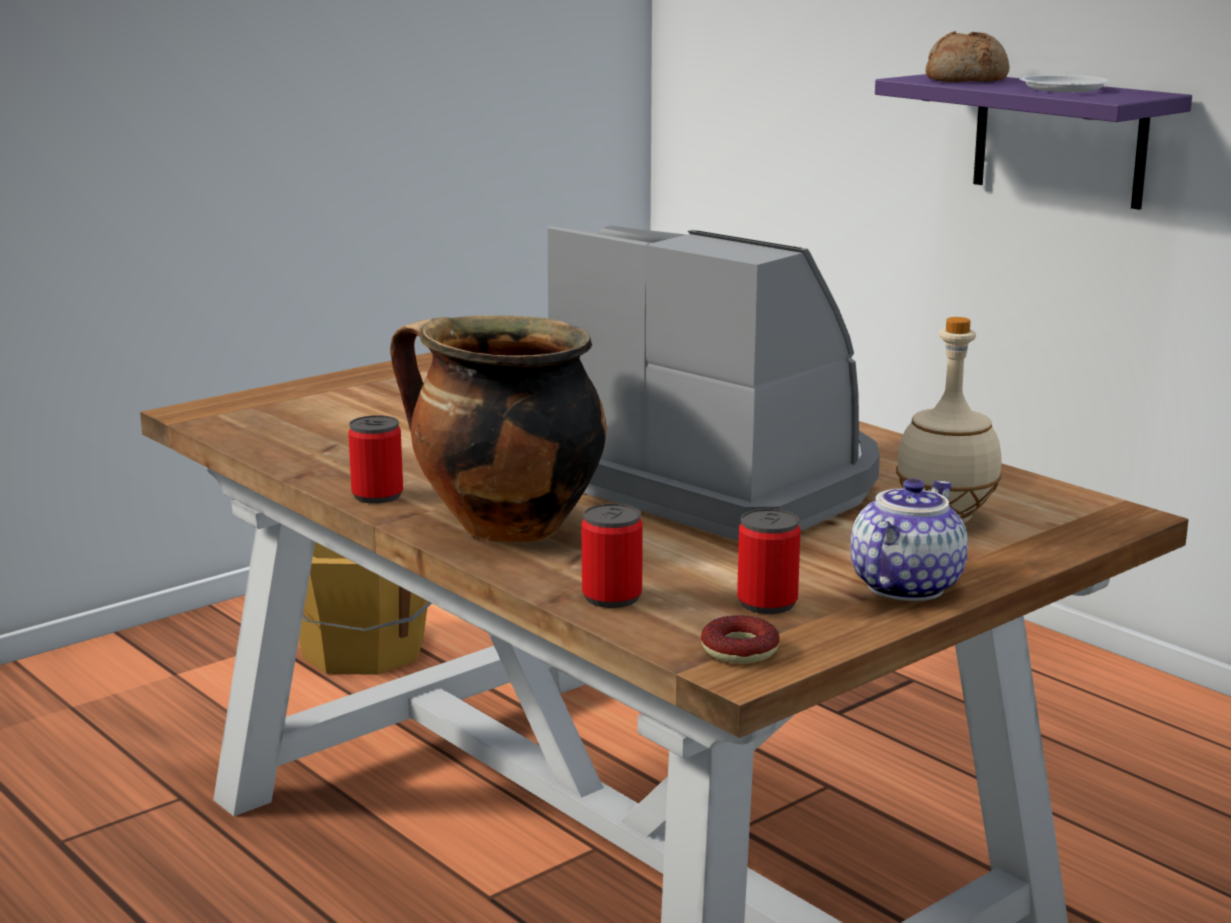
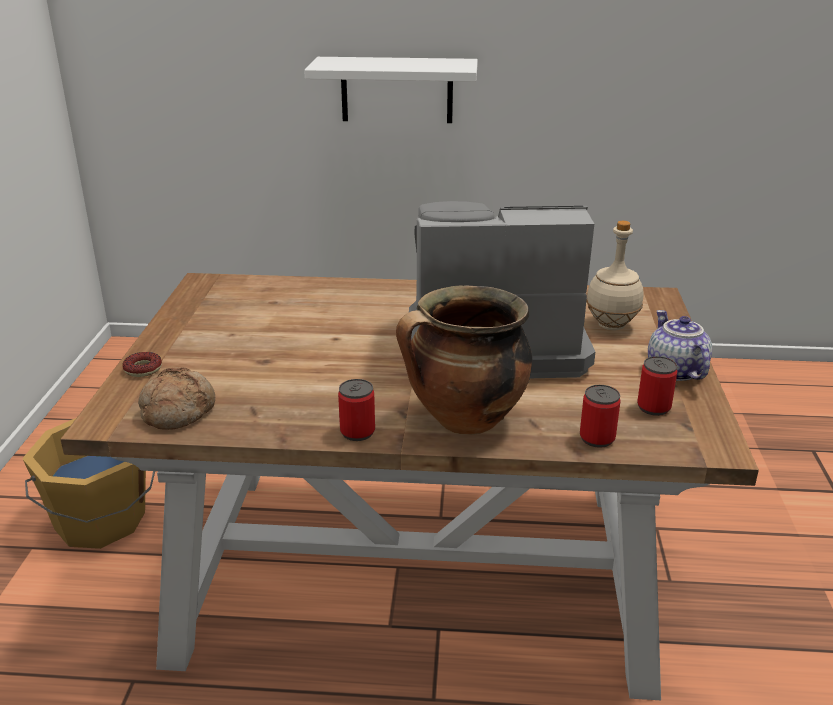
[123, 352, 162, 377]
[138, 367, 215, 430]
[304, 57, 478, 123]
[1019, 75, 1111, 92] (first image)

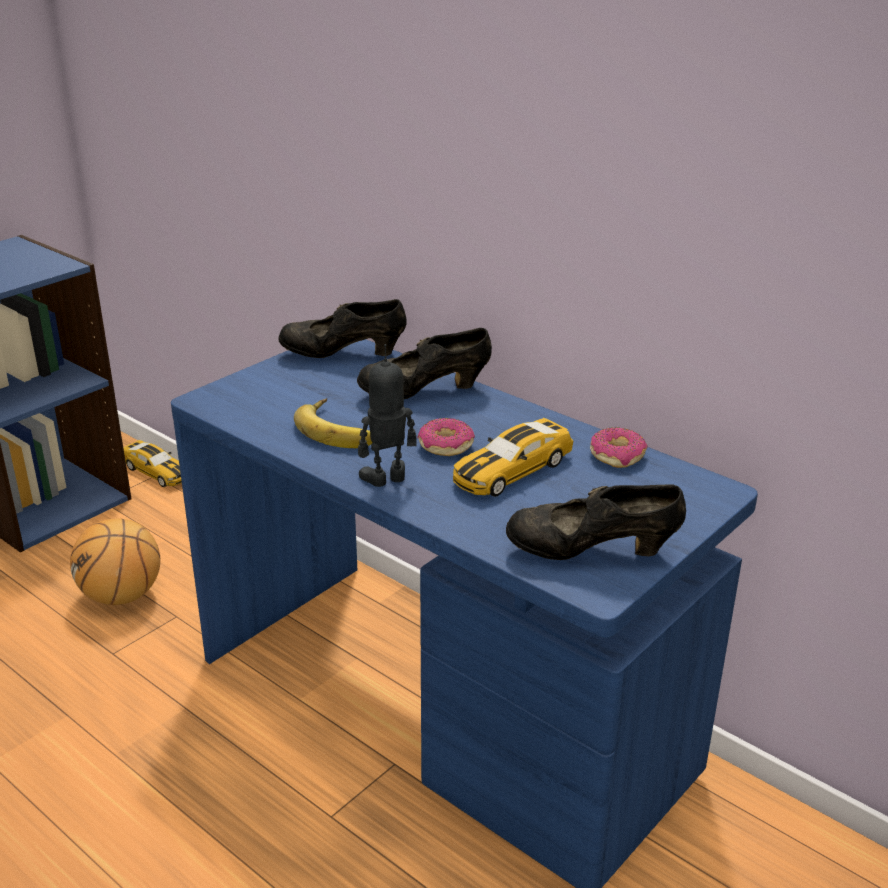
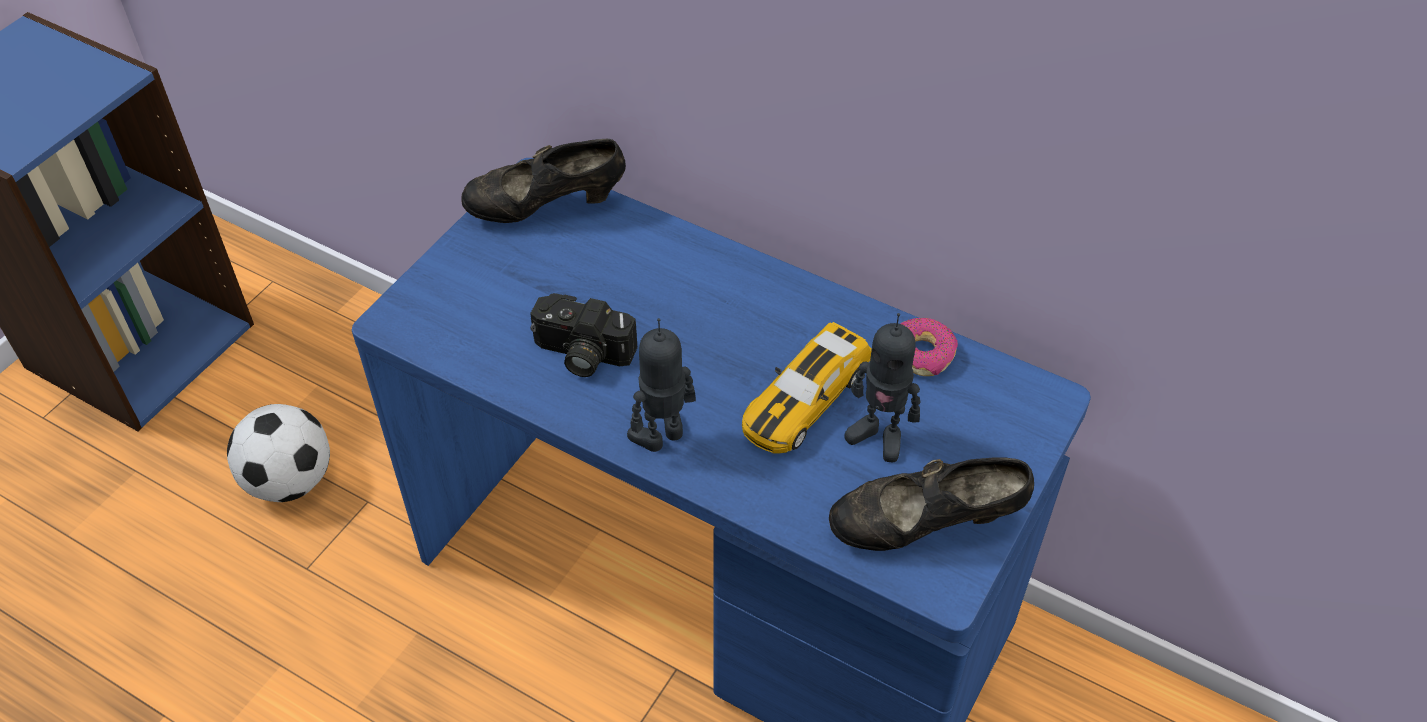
[227, 404, 330, 502]
[530, 293, 638, 377]
[844, 313, 921, 462]
[123, 440, 182, 487] (first image)
[357, 328, 492, 399] (first image)
[417, 418, 475, 456] (first image)

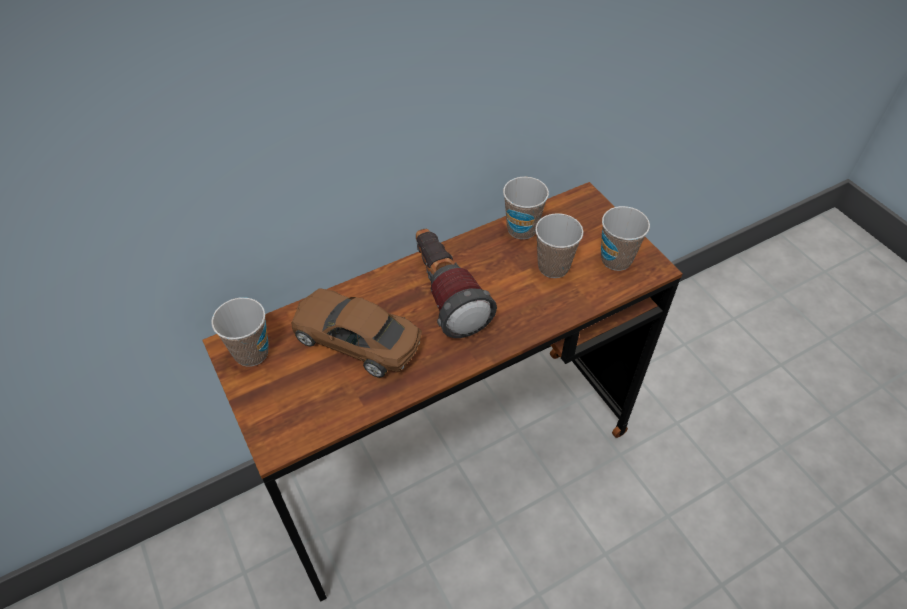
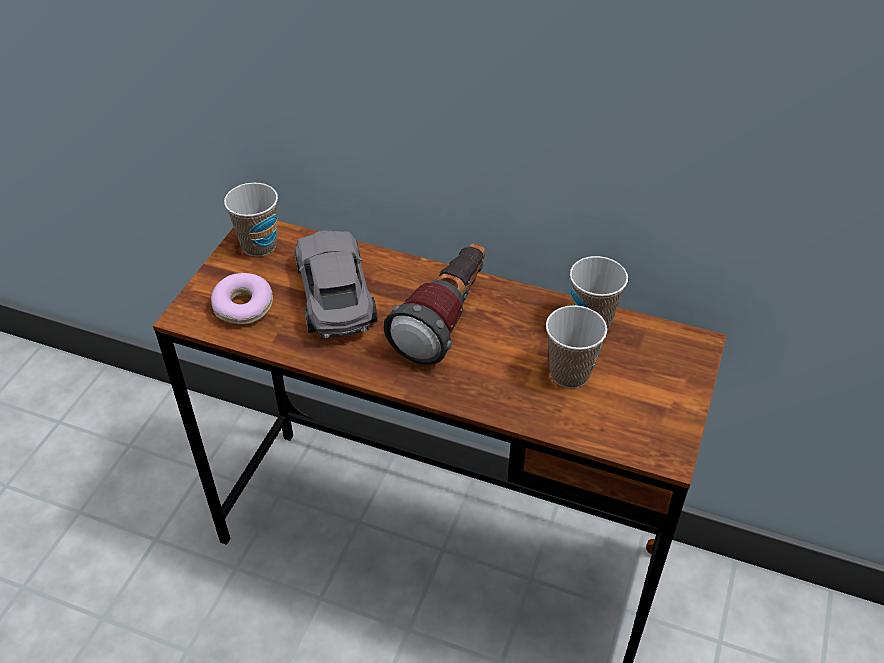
[211, 273, 273, 325]
[294, 230, 378, 338]
[601, 206, 650, 271] (first image)

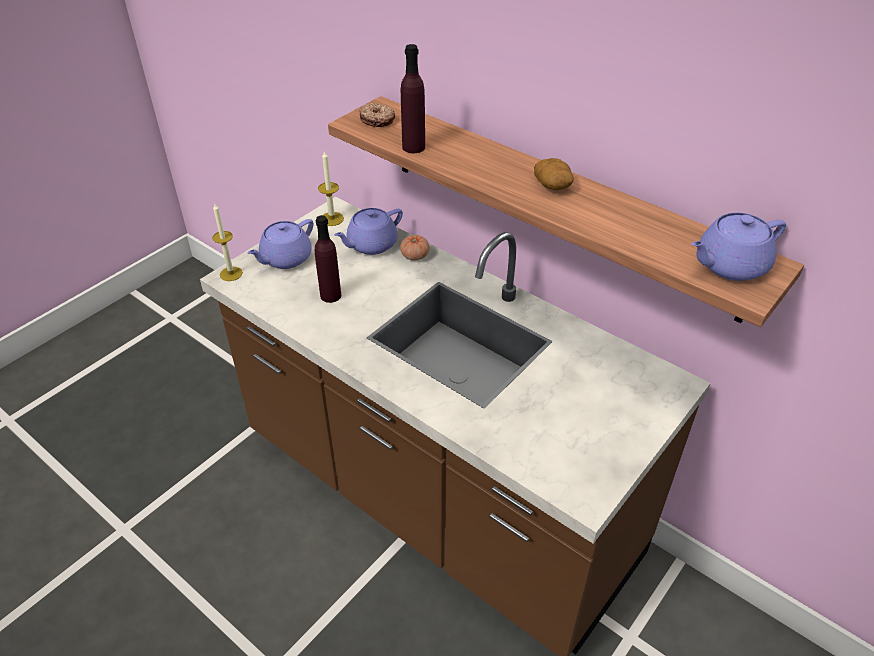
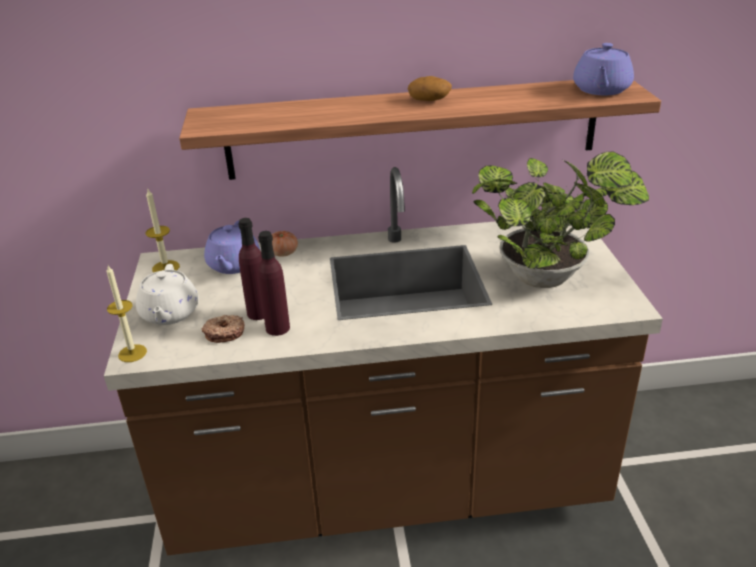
[136, 264, 199, 325]
[202, 314, 244, 343]
[258, 231, 290, 336]
[472, 151, 649, 288]

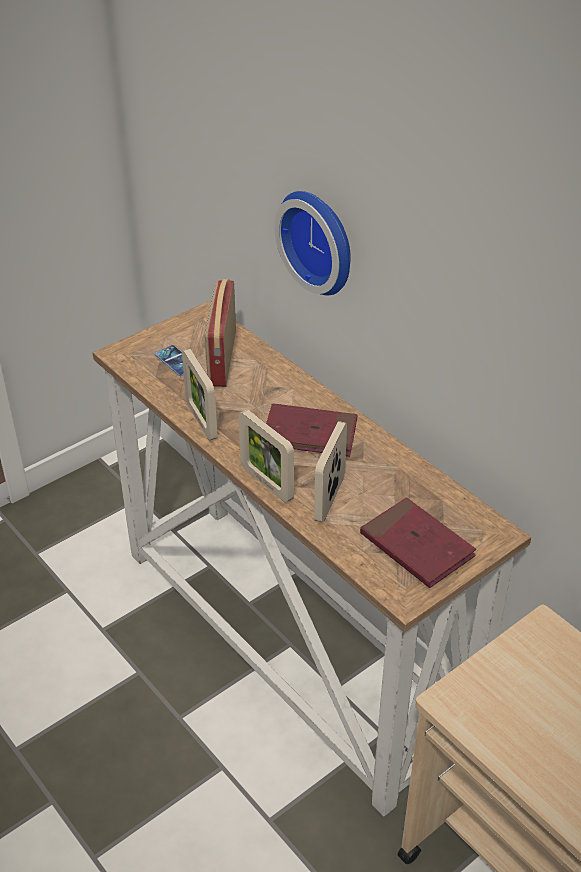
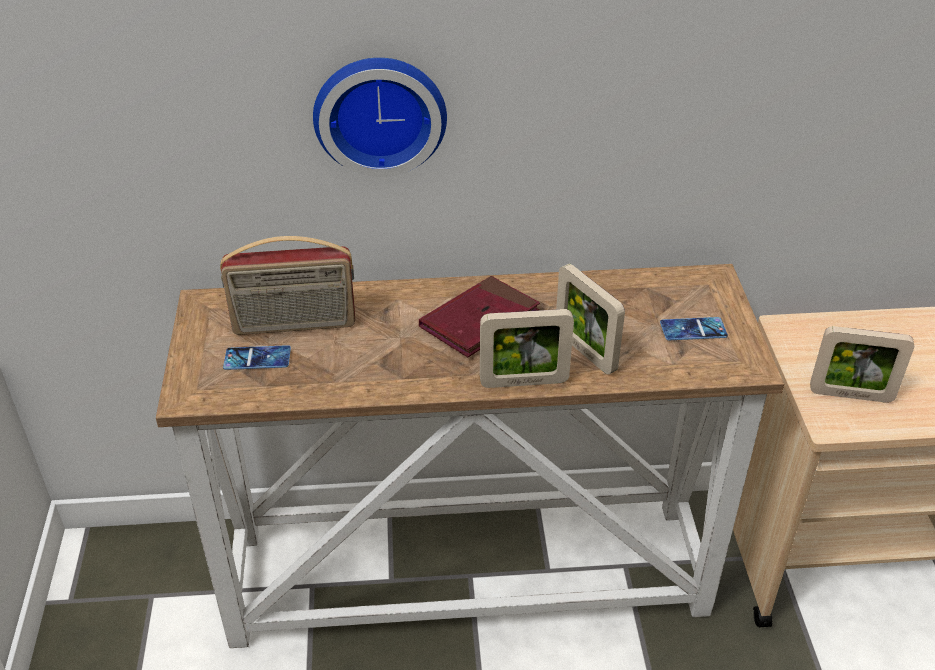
[220, 236, 355, 335]
[660, 317, 728, 340]
[810, 326, 914, 403]

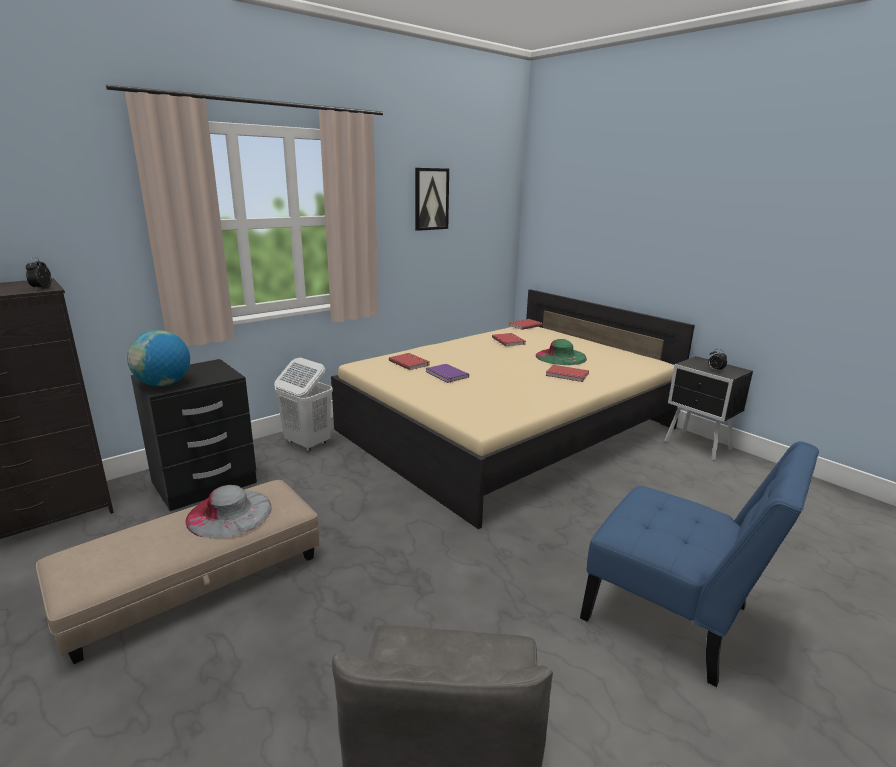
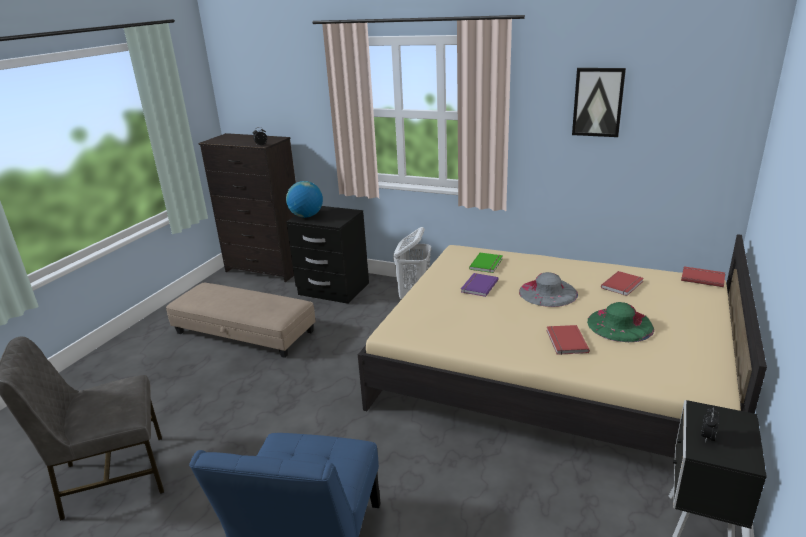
[469, 253, 503, 273]
[519, 272, 578, 307]

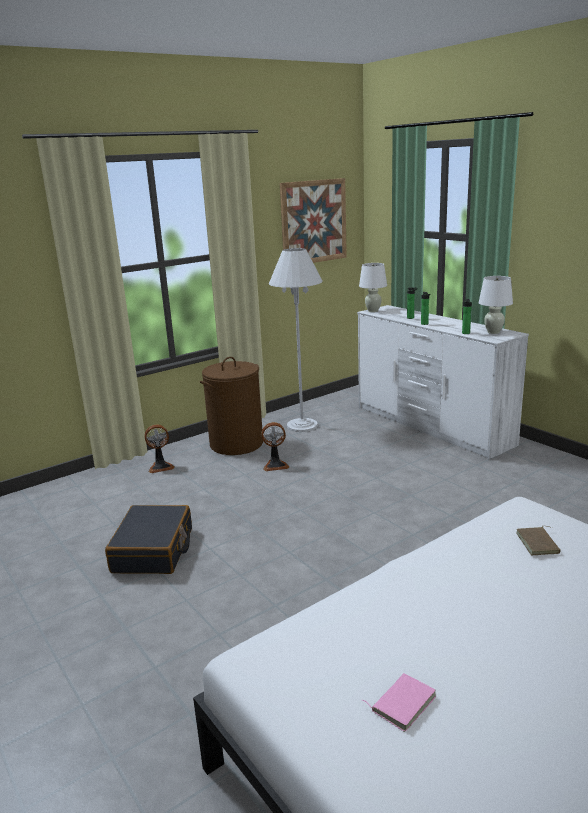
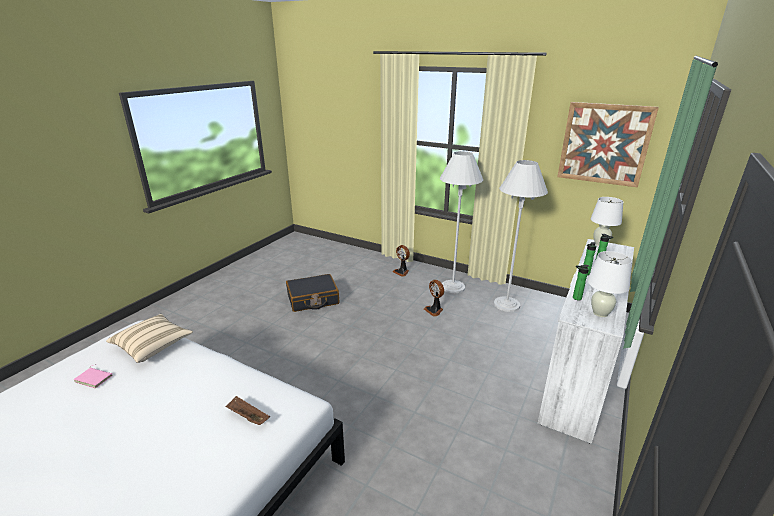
[106, 314, 193, 363]
[226, 396, 270, 425]
[440, 151, 483, 293]

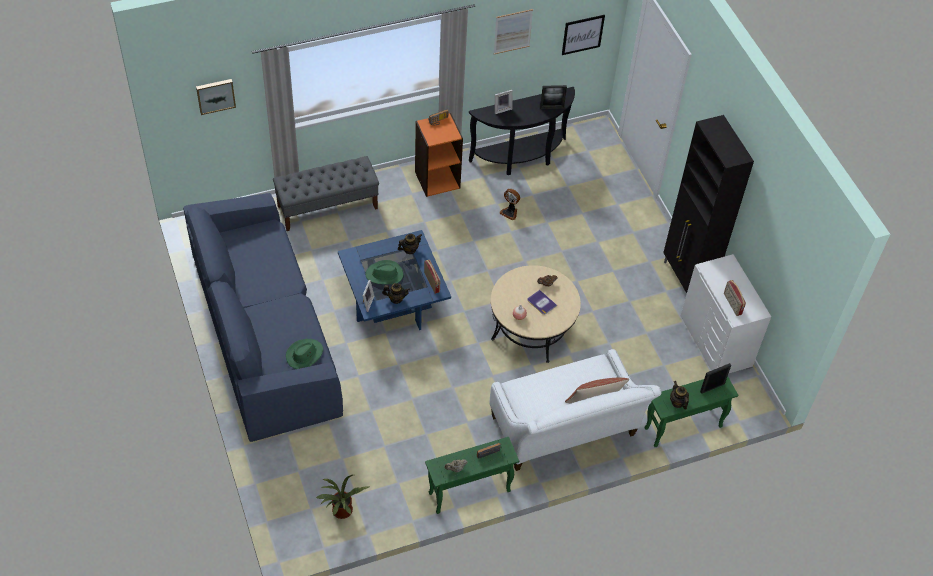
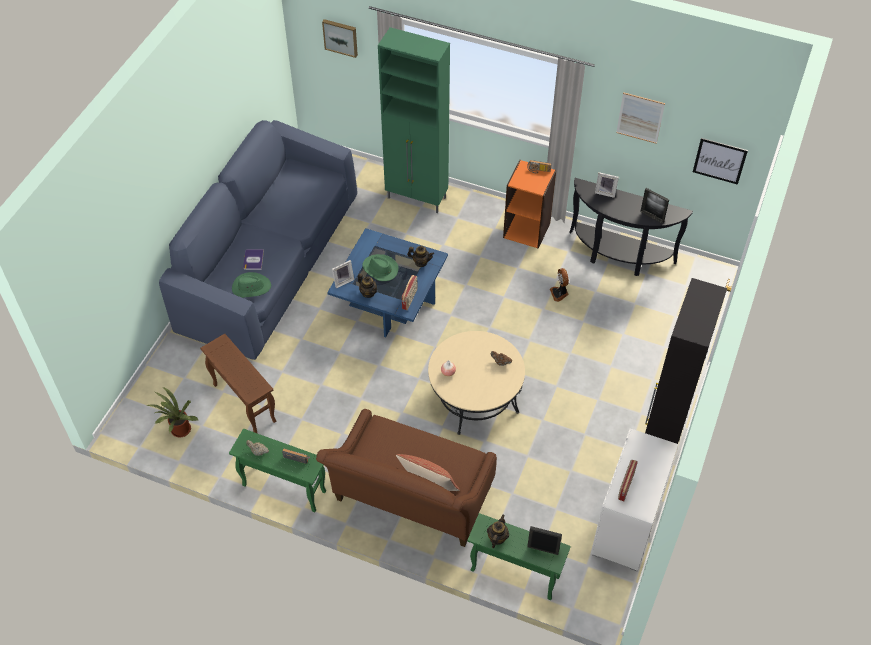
[200, 334, 276, 433]
[243, 249, 264, 270]
[316, 409, 497, 547]
[378, 27, 450, 213]

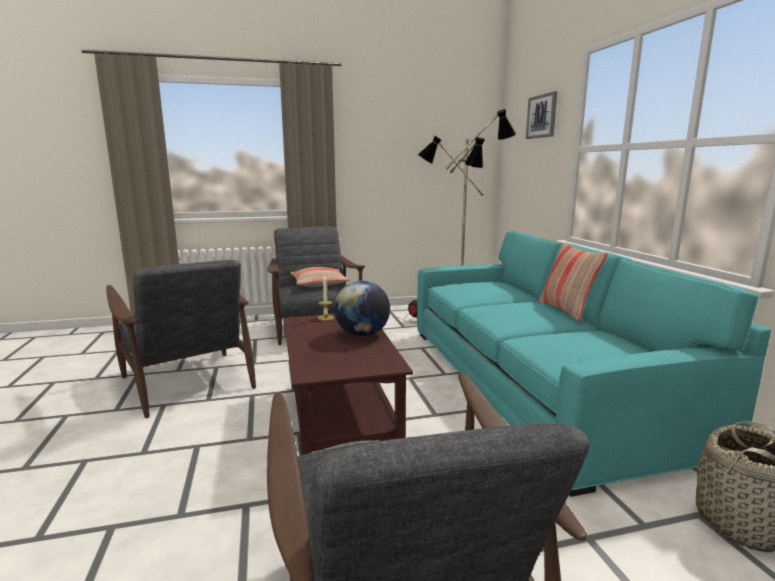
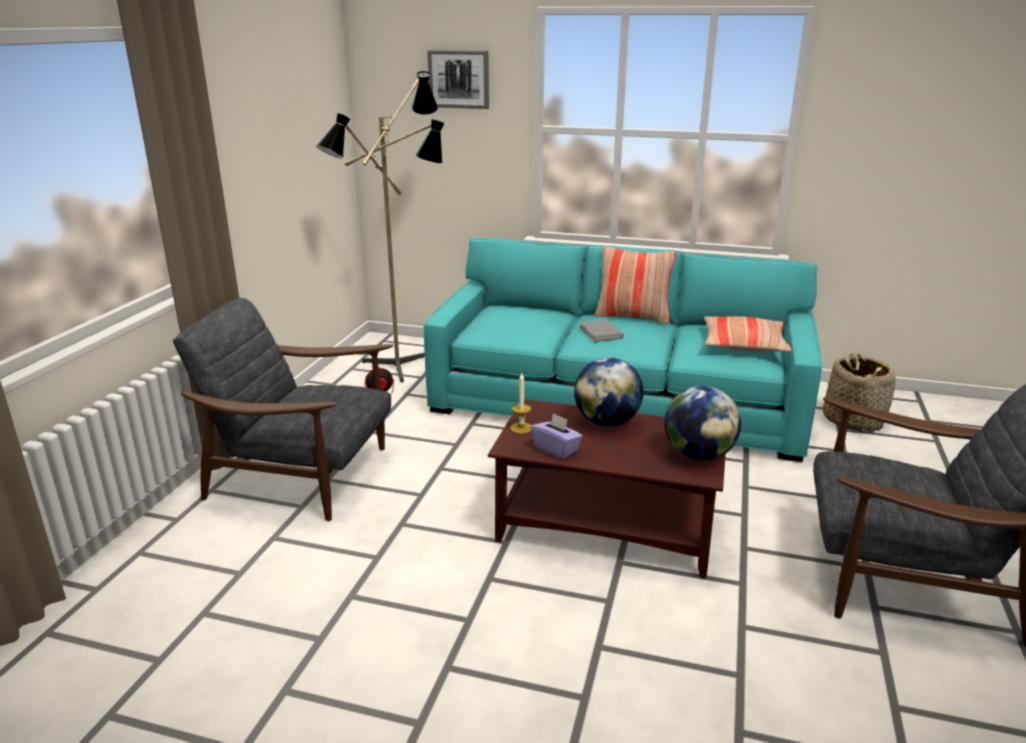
[530, 413, 583, 459]
[580, 320, 624, 342]
[664, 386, 741, 461]
[704, 316, 792, 353]
[106, 260, 256, 418] (first image)

